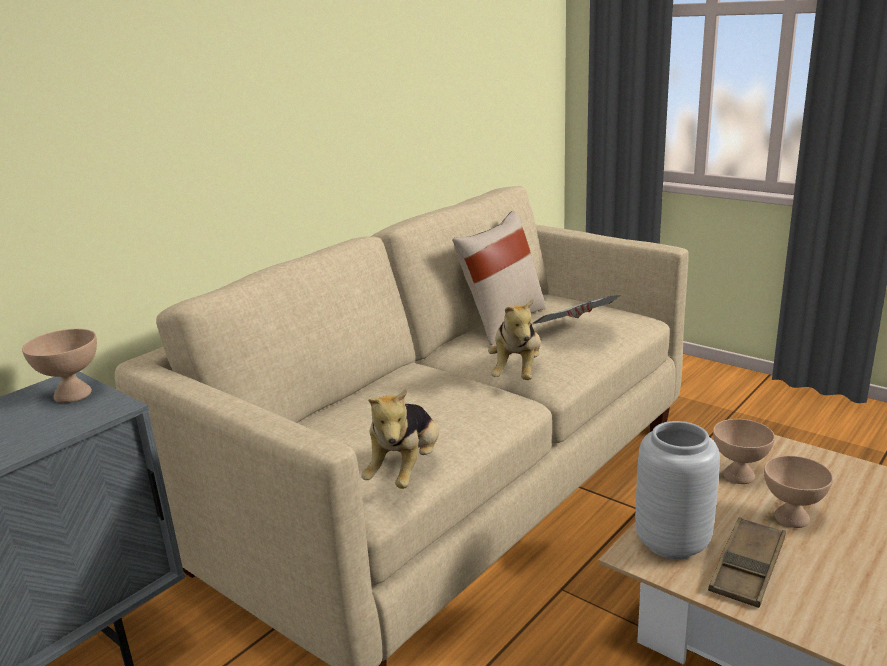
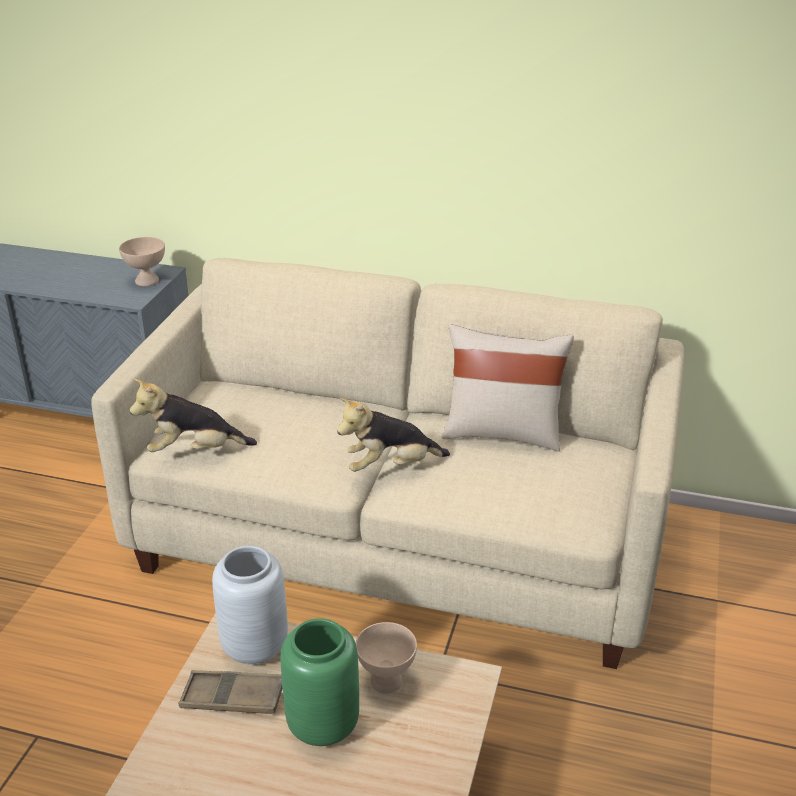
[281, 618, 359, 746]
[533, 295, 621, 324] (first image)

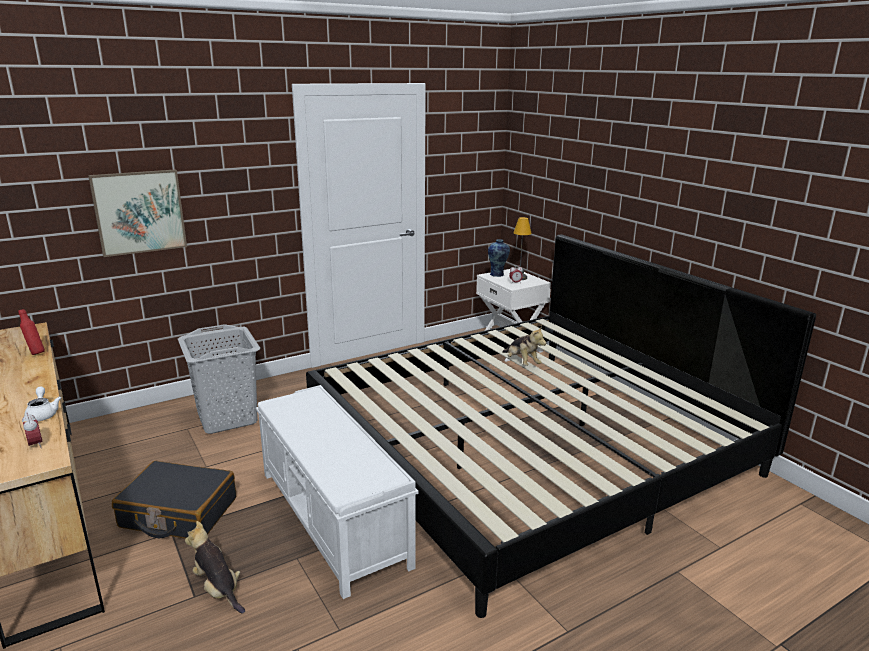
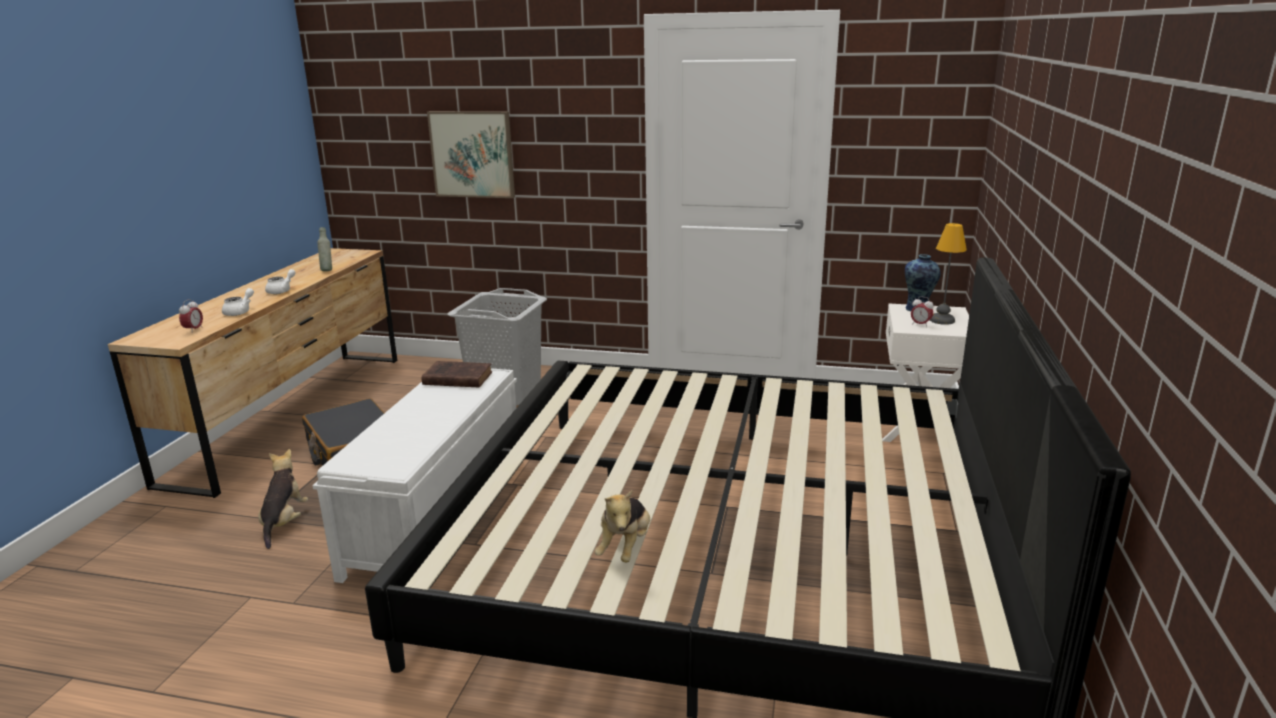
[265, 269, 296, 294]
[318, 227, 332, 271]
[422, 361, 492, 388]
[595, 490, 650, 562]

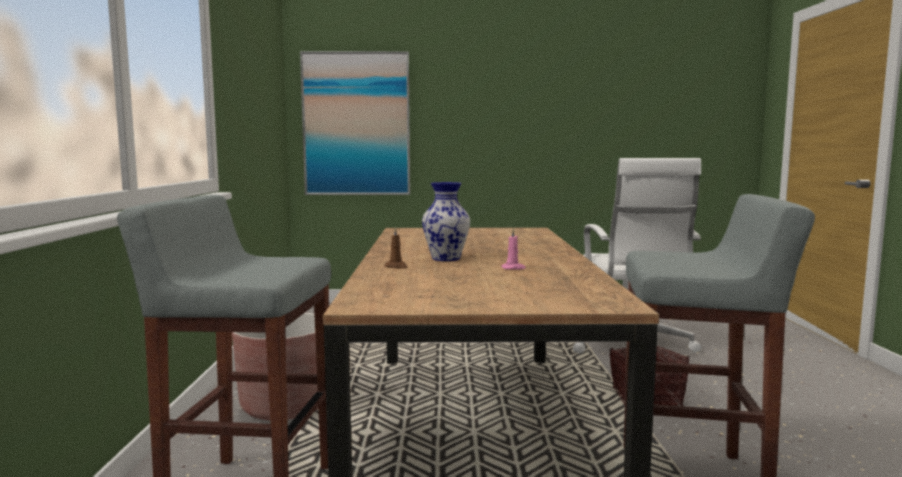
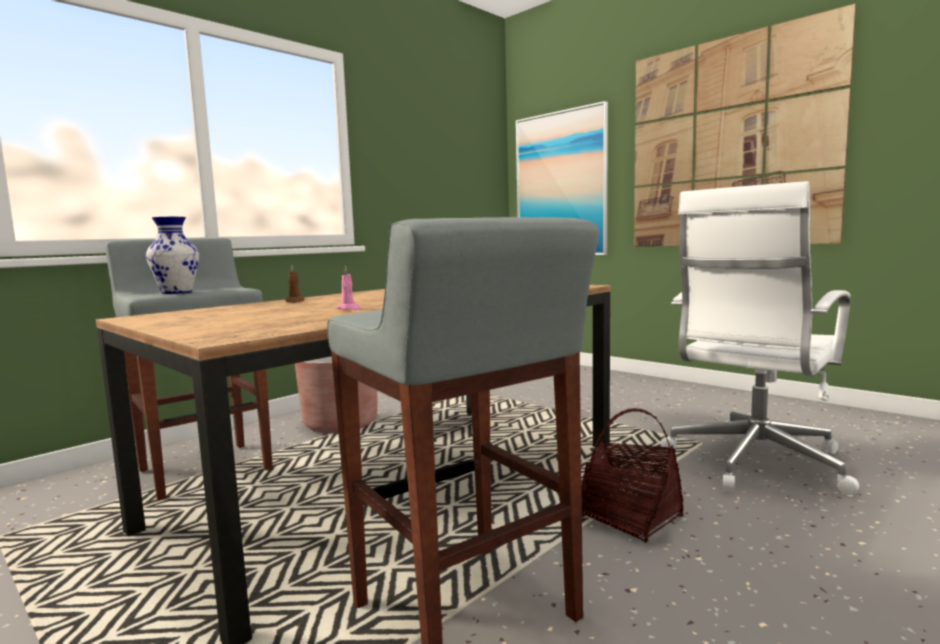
[146, 217, 199, 294]
[634, 4, 856, 247]

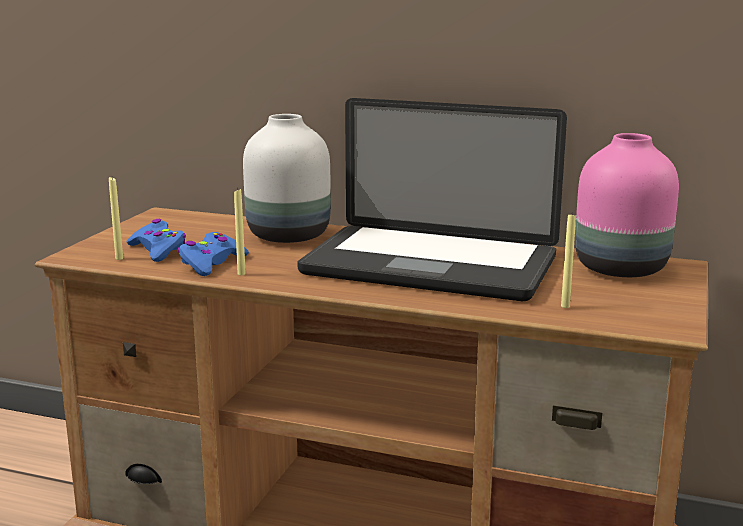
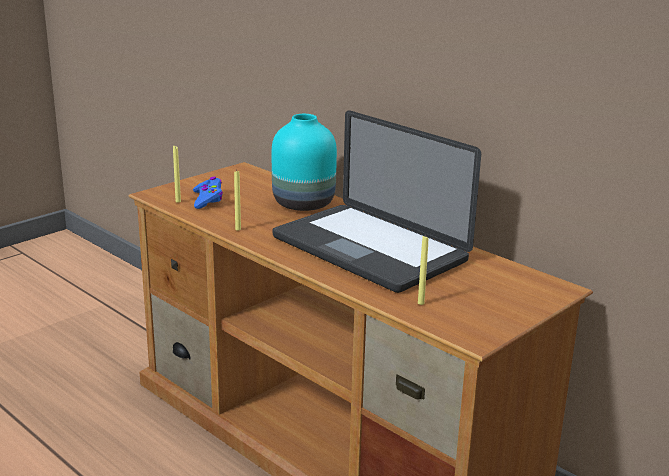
[272, 114, 337, 211]
[177, 232, 249, 276] (first image)
[575, 133, 679, 277] (first image)

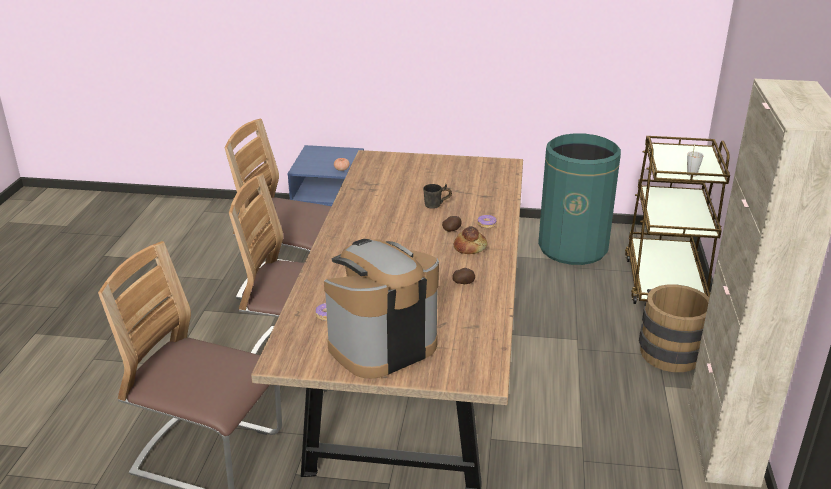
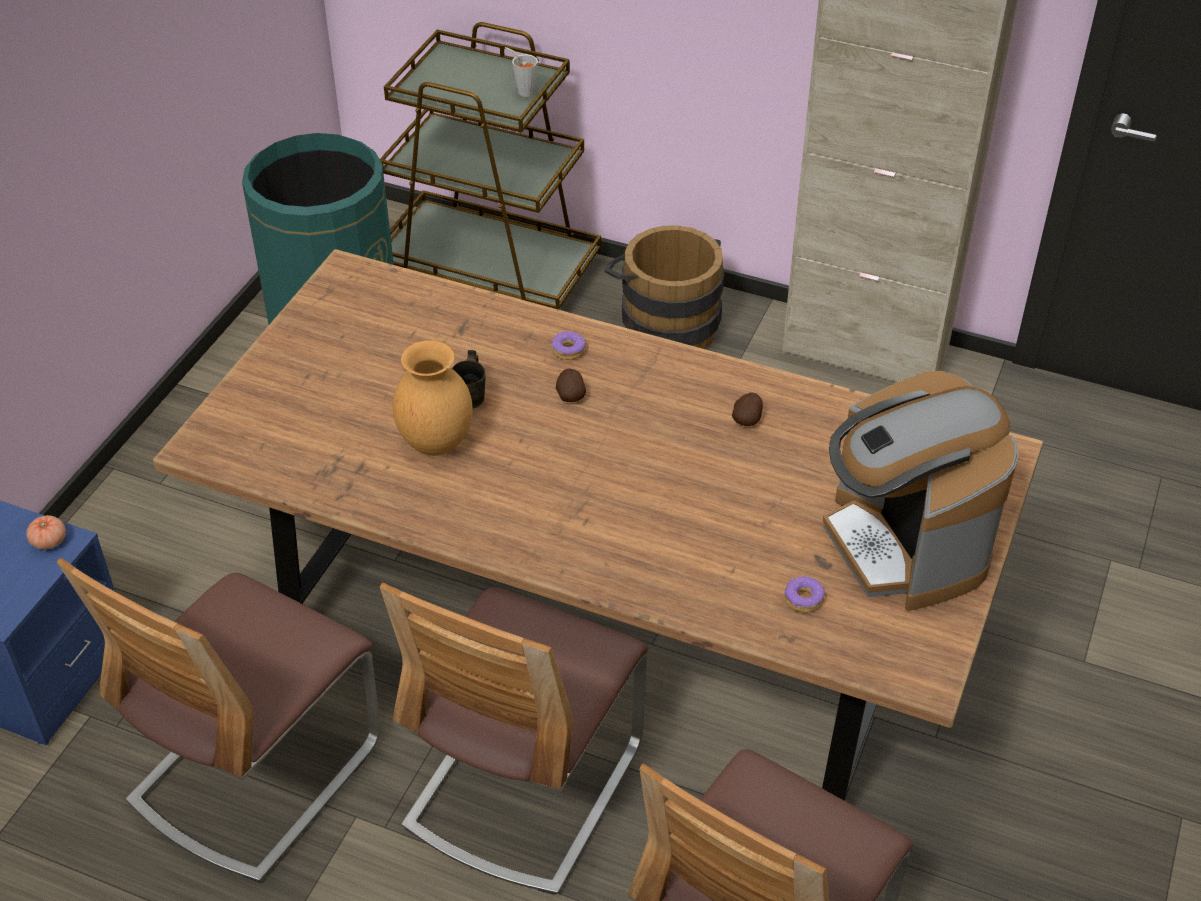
[393, 340, 473, 456]
[454, 226, 487, 254] (first image)

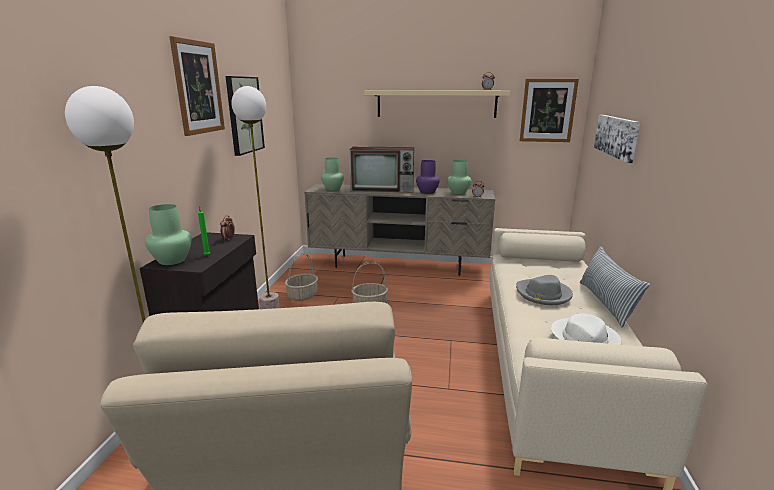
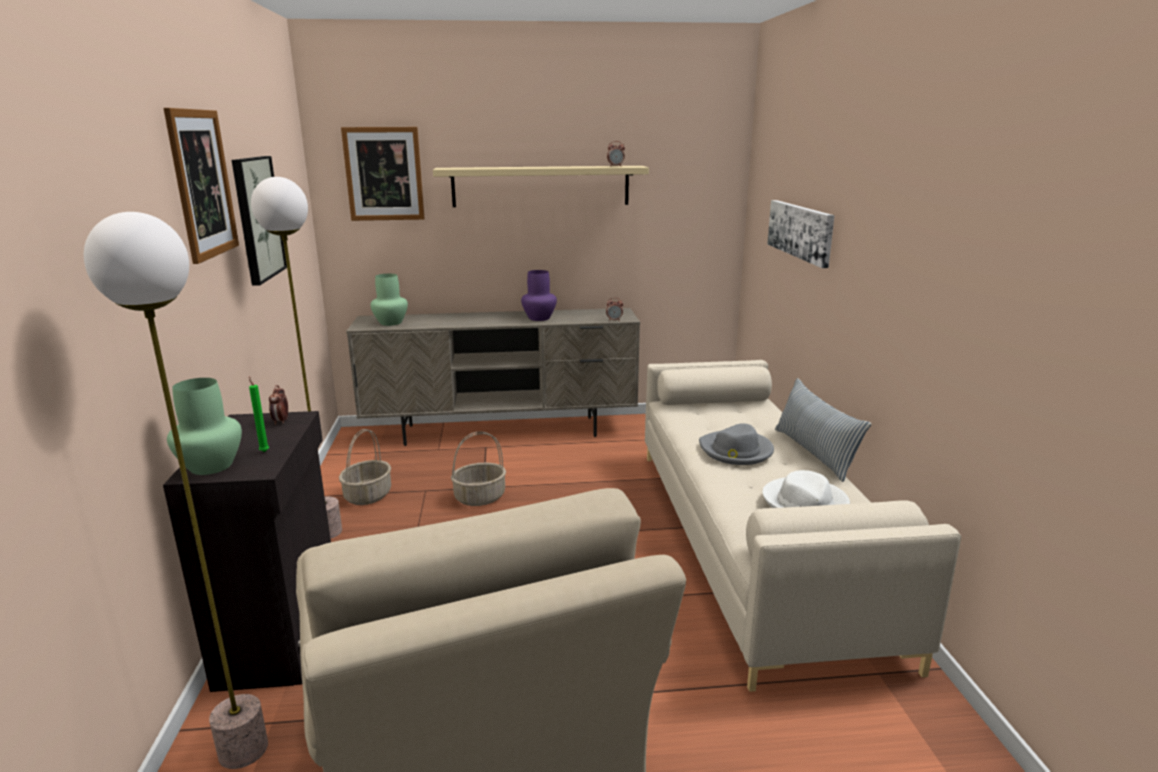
[341, 127, 425, 221]
[350, 147, 414, 192] (first image)
[447, 160, 471, 194] (first image)

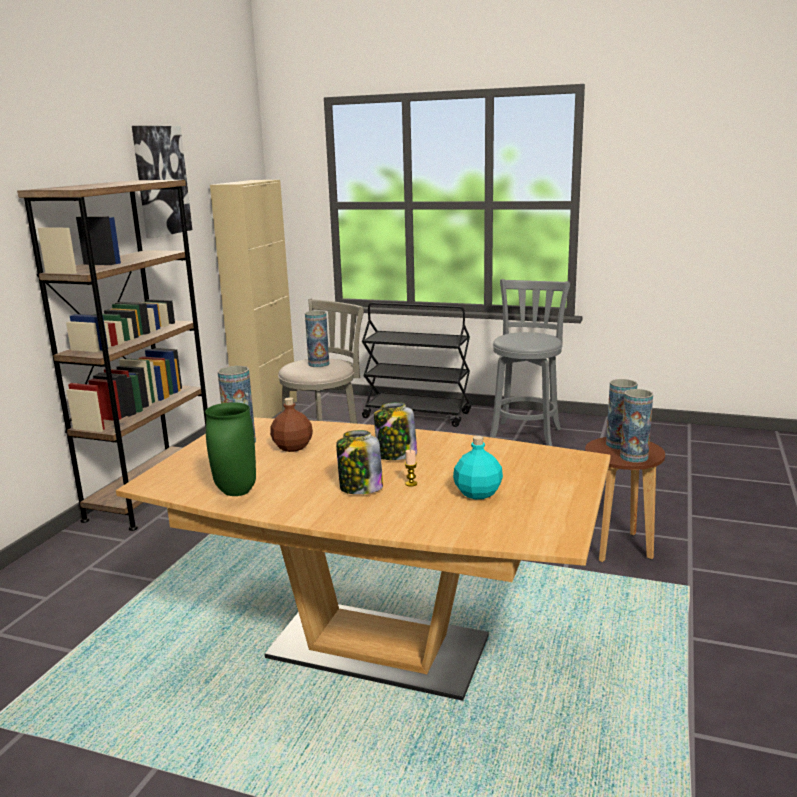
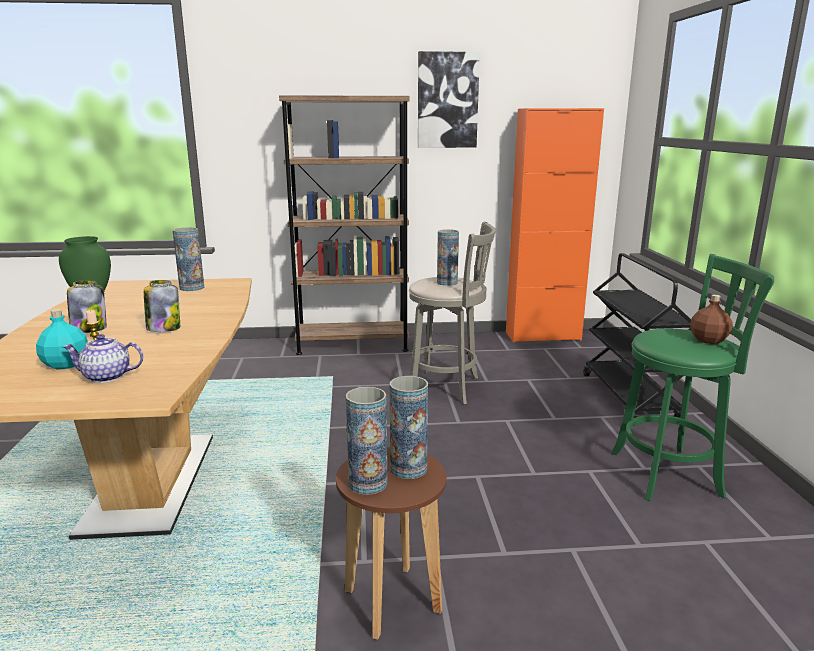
[63, 334, 143, 383]
[506, 108, 604, 342]
[611, 254, 774, 501]
[690, 295, 732, 344]

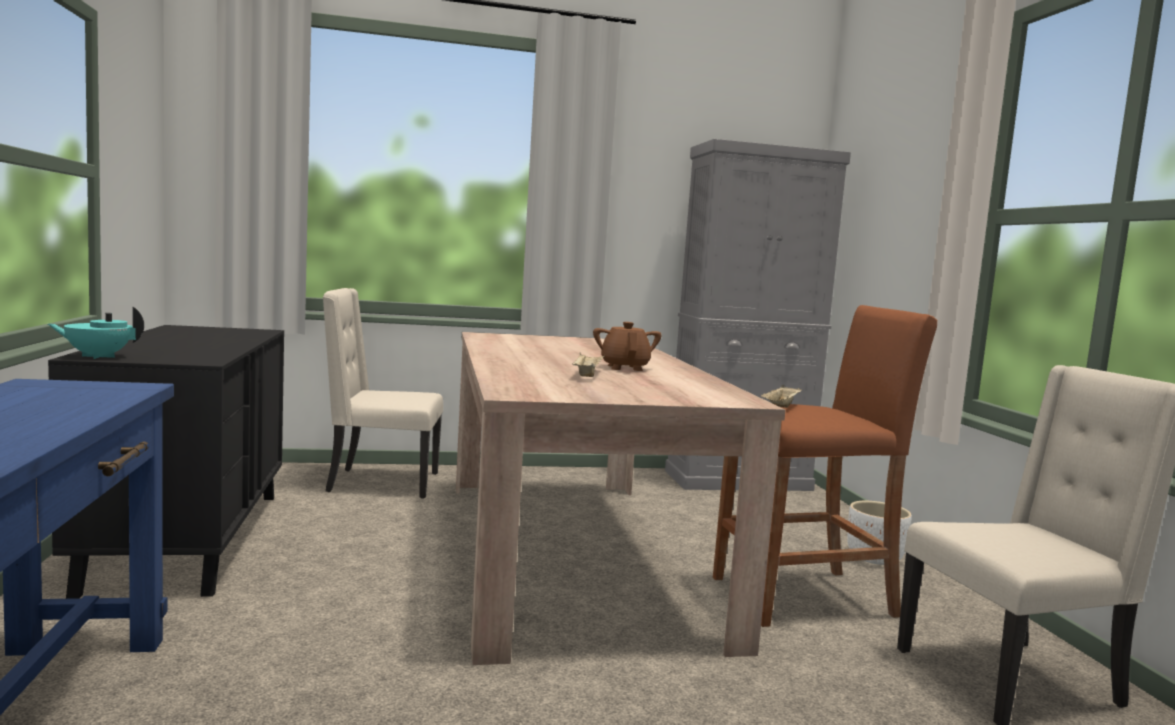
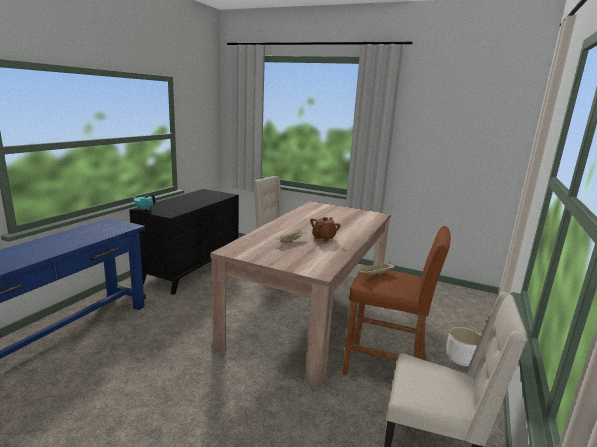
[665, 139, 851, 491] (first image)

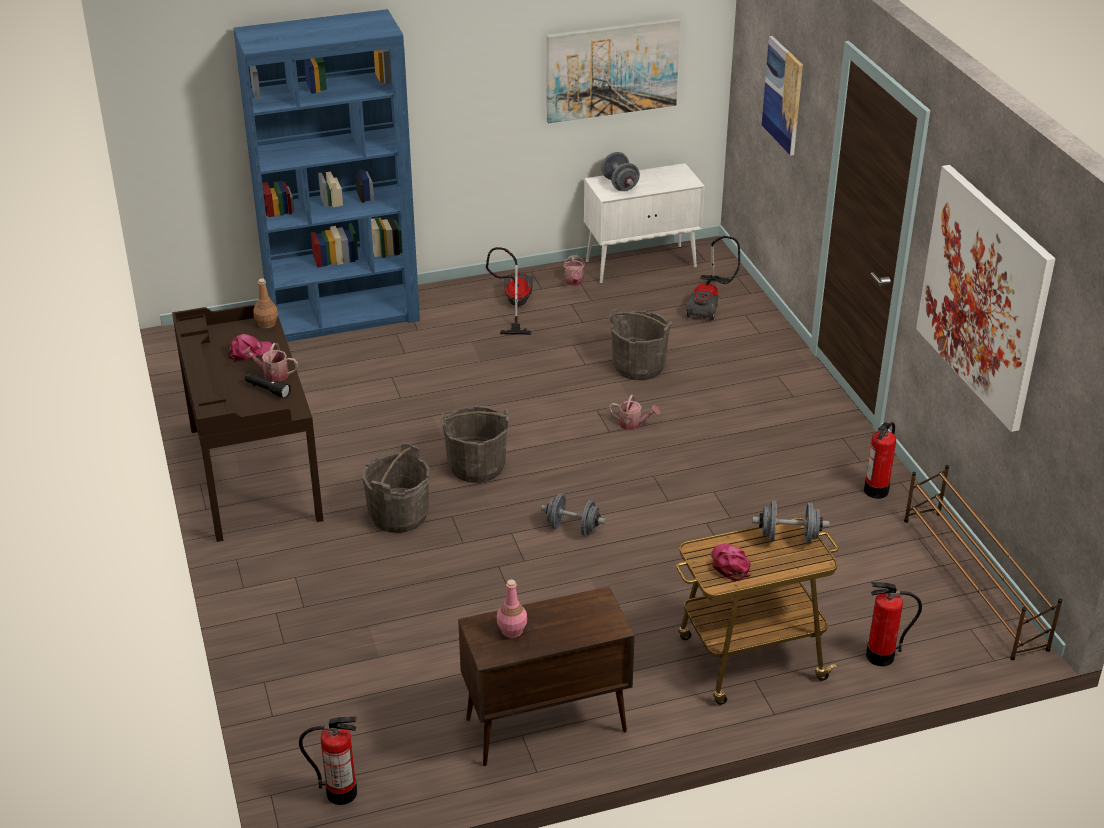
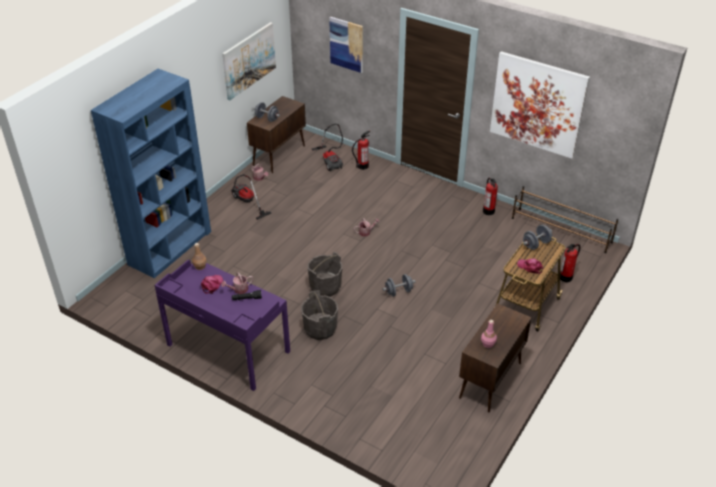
[155, 260, 290, 391]
[247, 96, 306, 173]
[352, 131, 371, 170]
[609, 308, 672, 380] (first image)

